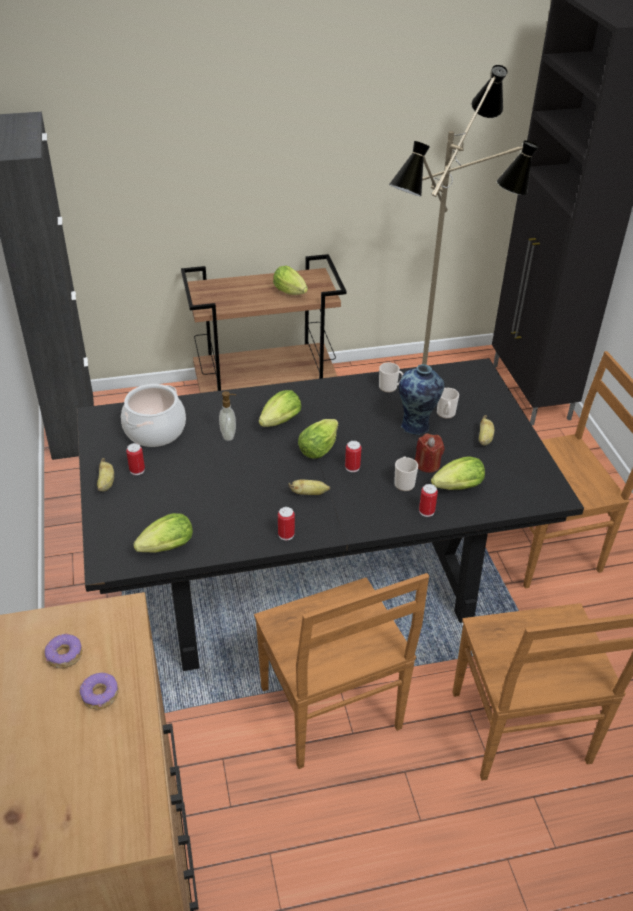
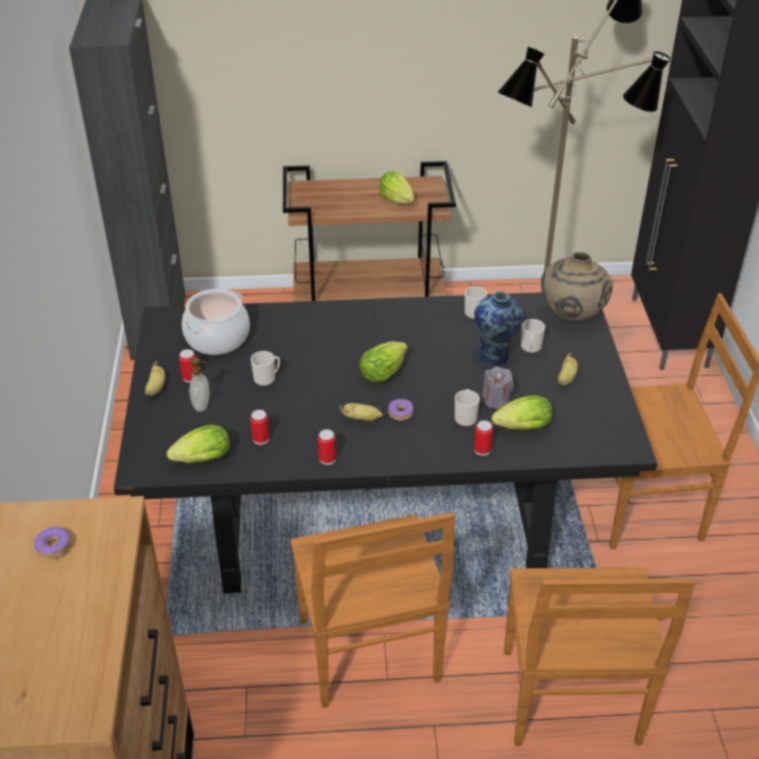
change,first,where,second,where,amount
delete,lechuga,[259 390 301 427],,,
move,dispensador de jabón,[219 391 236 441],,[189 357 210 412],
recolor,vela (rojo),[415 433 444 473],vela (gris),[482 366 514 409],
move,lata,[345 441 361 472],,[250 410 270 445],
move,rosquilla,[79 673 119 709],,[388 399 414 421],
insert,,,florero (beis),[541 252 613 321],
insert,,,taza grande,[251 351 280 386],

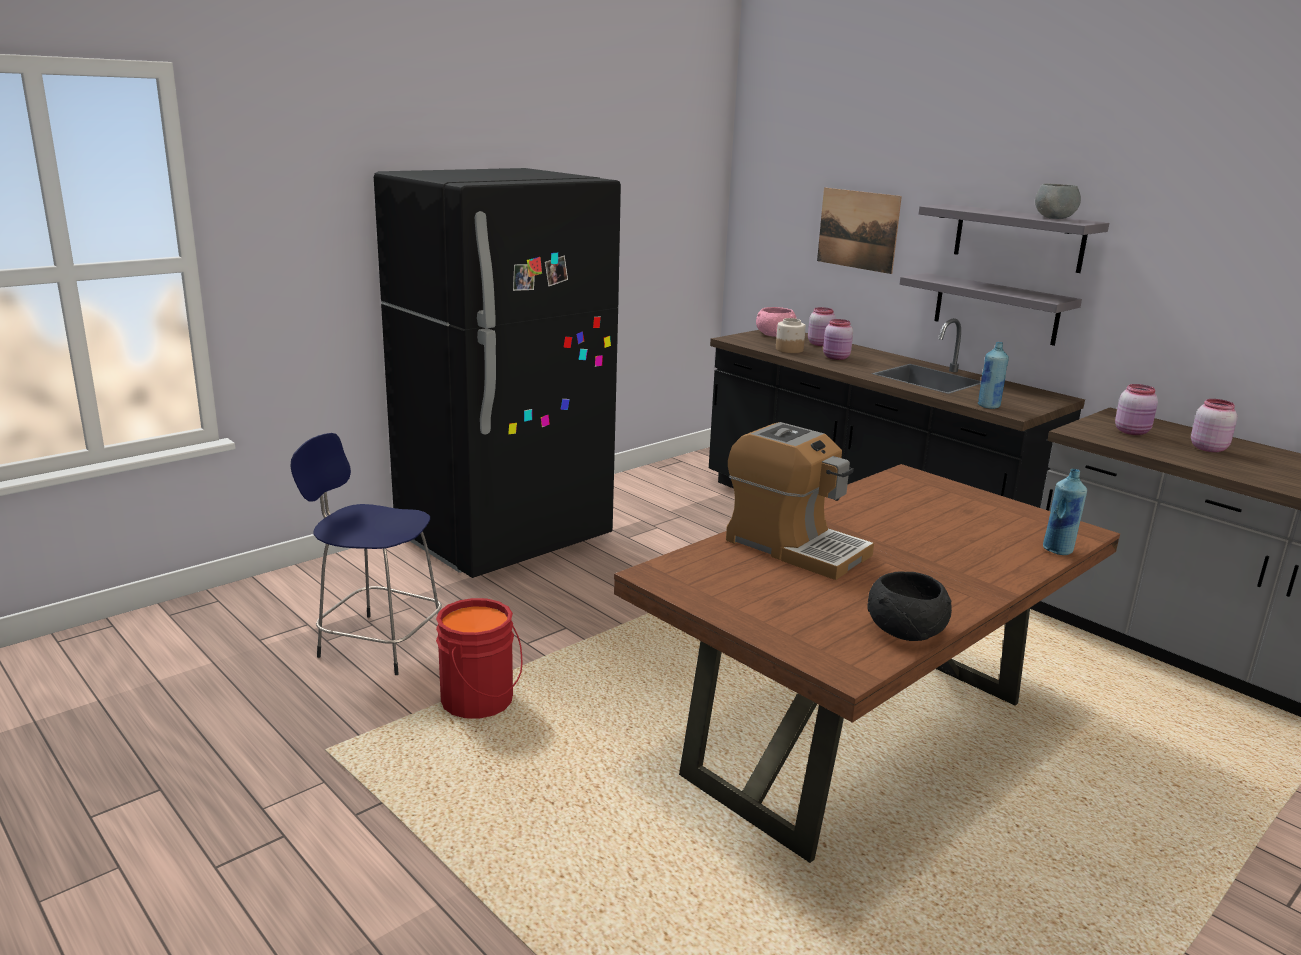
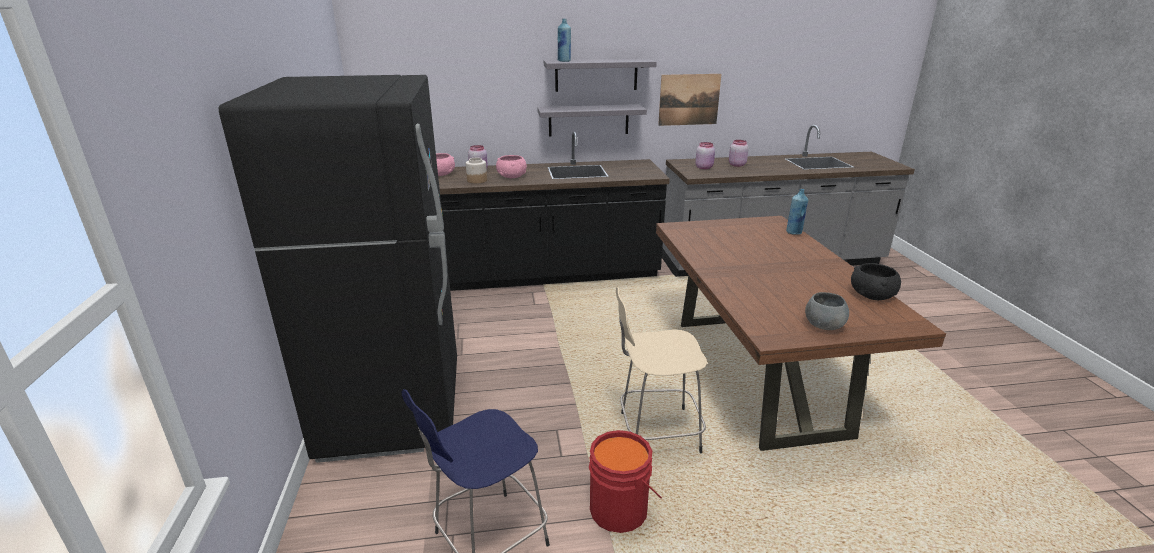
change,first,where,second,where,amount
move,cuenco (gris),[1035 184 1081 219],,[805 292 849 330],
move,cuadro,[817 188 902 274],,[658 74 721 126],
replace,tarro (rosa),[823 319 853 360],cuenco (rosa),[496 155 527 178],
move,botella (azul),[978 342 1009 409],,[557 19 571 62],
delete,cafetera,[726 422 874 580],,,
insert,,,taburete (beis),[616 287 707 453],

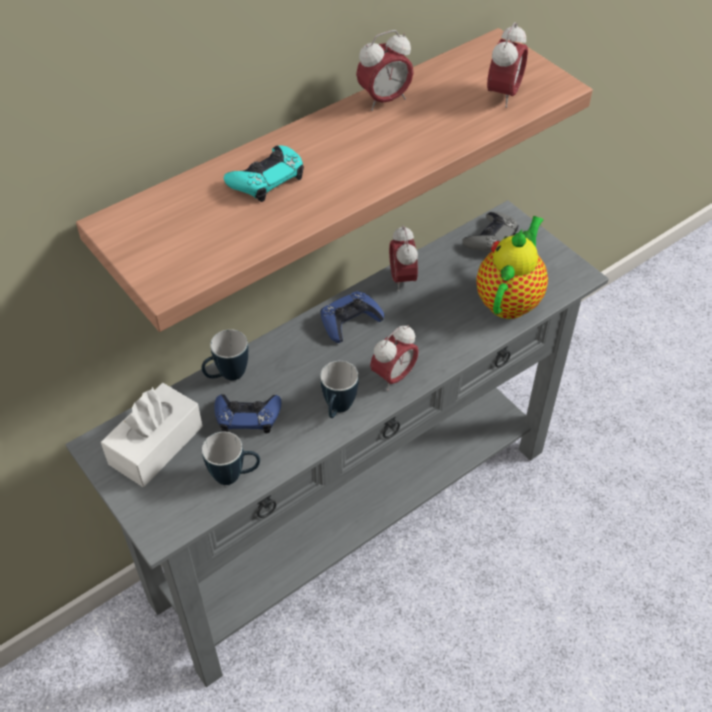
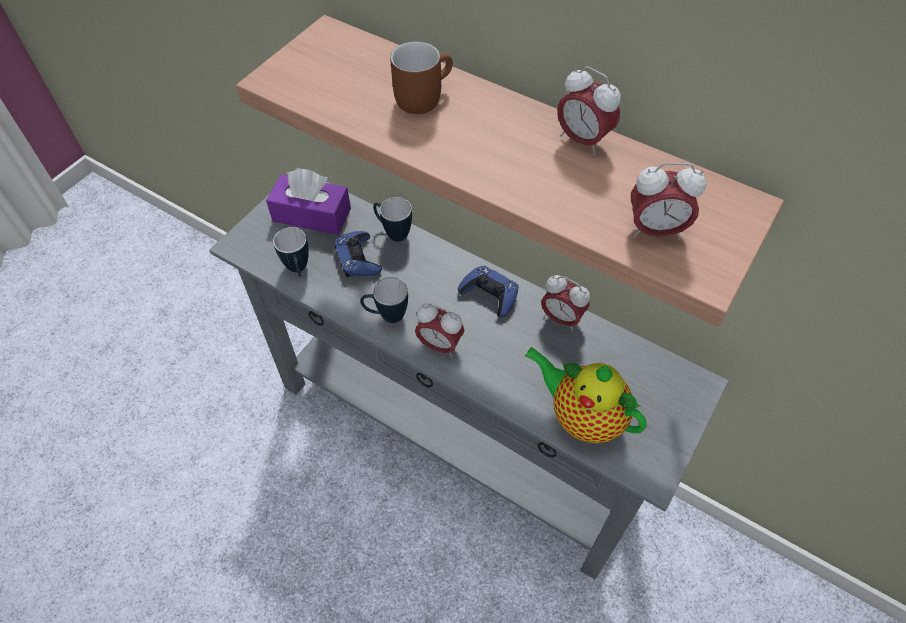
change,first,where,second,where,amount
replace,mando de consola (turquesa),[224 145 304 202],taza grande (marrón),[390 42 453 114],
delete,mando de consola (gris),[462 212 519 253],,,
rotate,tetera,[476 216 548 319],,[525 347 647 443],150 degrees counterclockwise
rotate,despertador,[389 225 418 291],,[541 275 590 331],120 degrees counterclockwise
recolor,caja de pañuelos (blanco),[101 383 203 487],caja de pañuelos (morado),[266 169 351 235],

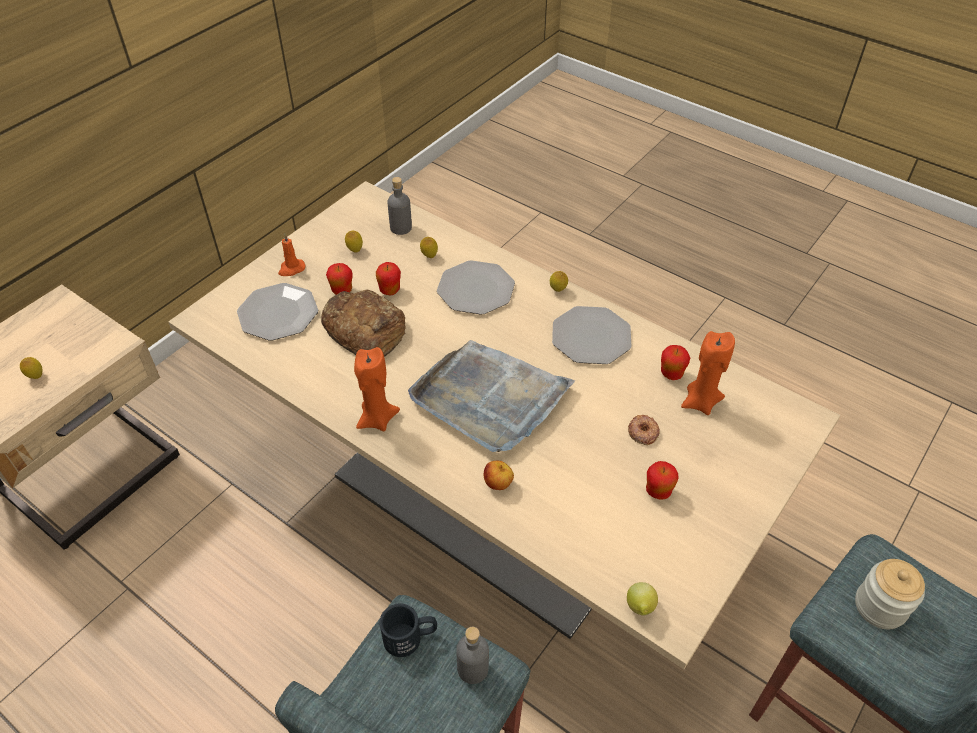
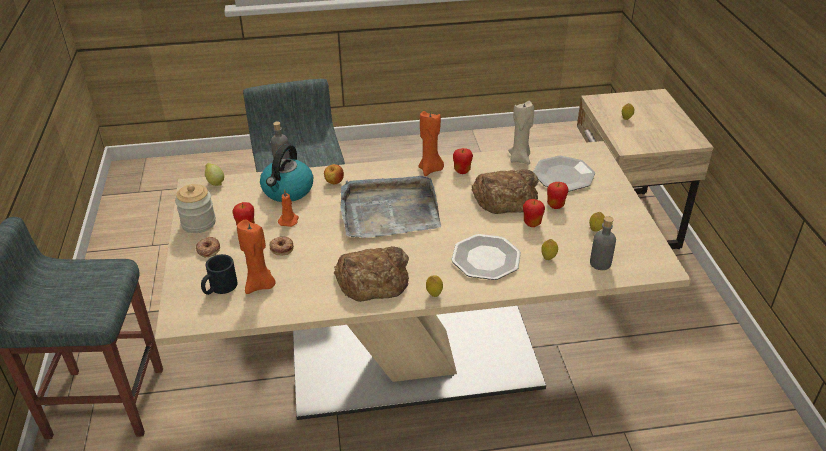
change,first,where,second,where,amount
move,vela (naranja),[278 233 306 276],,[278 189 299 227],
replace,plato,[552 306 632 364],pan,[334 246 409 302],
move,manzana,[661 345 690 380],,[453 148 473 174],
move,tarro,[855 559 925 629],,[175 184 216 233],
move,taza grande (negro),[379 604 437 657],,[201 254 238 295],
insert,,,vela (beis),[508 101 534 164],
insert,,,hervidor,[260 144 313 202],
insert,,,rosquilla,[196 237 220 257],

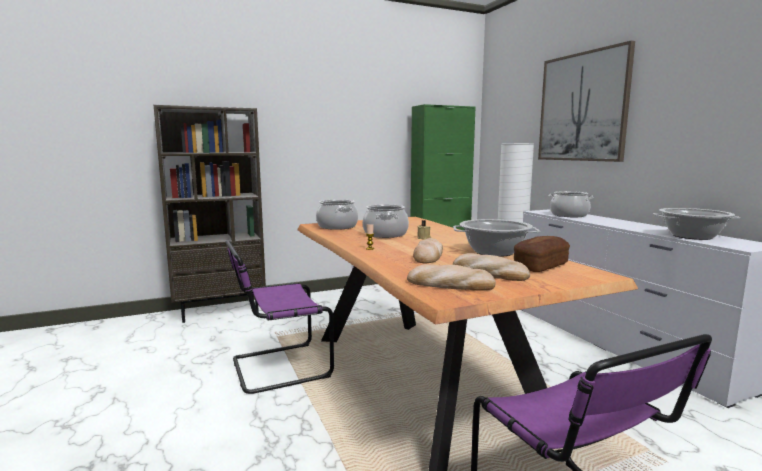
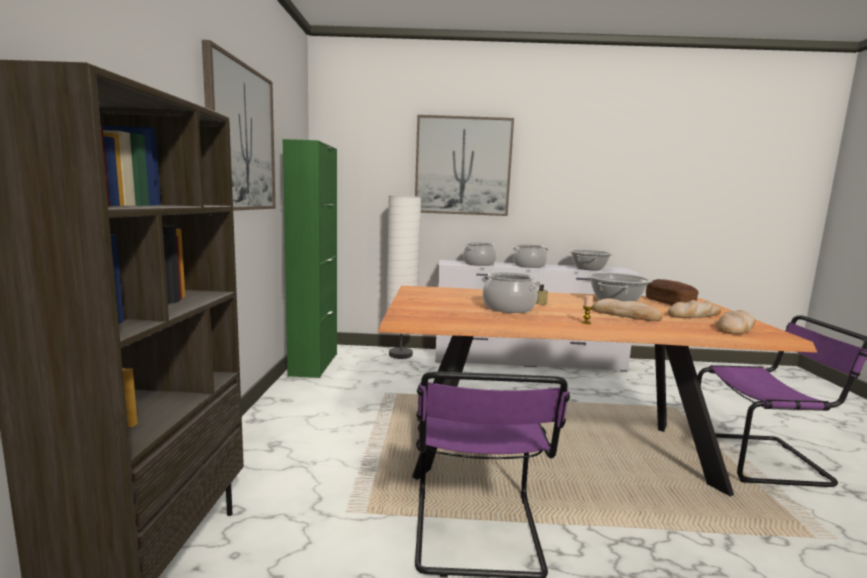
change,first,where,second,where,amount
move,olla,[316 200 358 230],,[512 244 549 268],
insert,,,cuadro,[202 40 276 211],

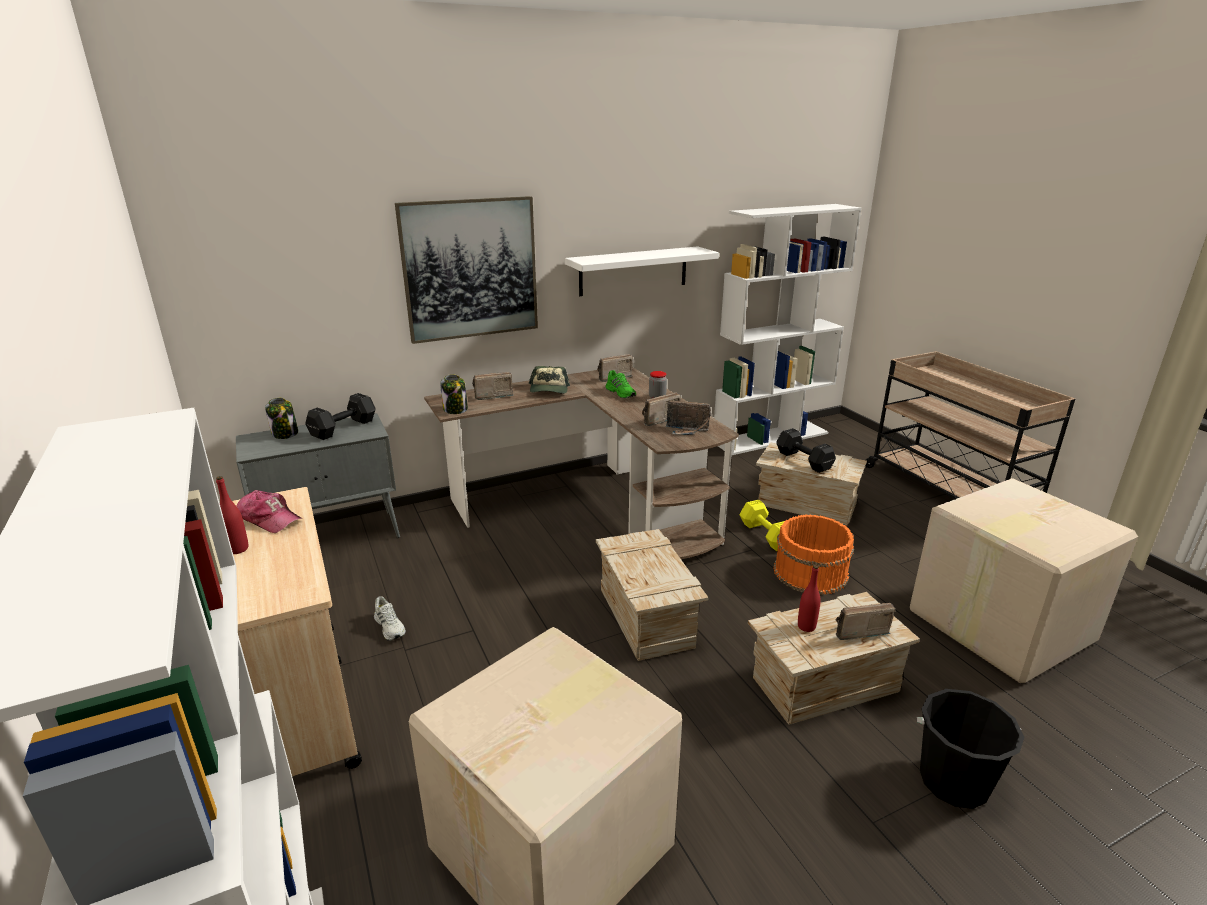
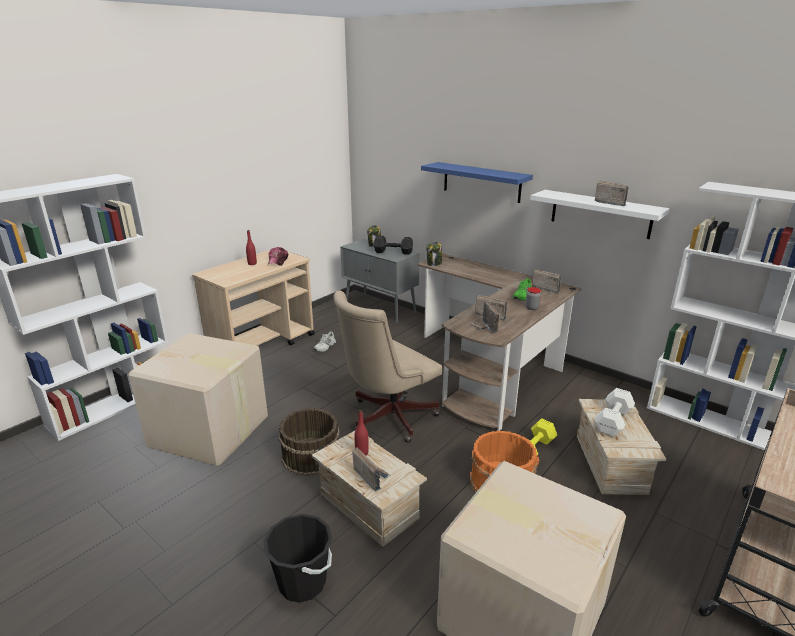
change,first,where,second,where,amount
replace,cuadro,[395 196 538 344],estante (azul),[421 162 533 203],
delete,gorra,[529 366 570 394],,,
move,radio,[472 372 514 400],,[595 181 629 206],
recolor,mancuerna (negro),[776 428 836 473],mancuerna (blanco),[594 388 635 437],
replace,caja de embalaje,[596 529 709 661],silla de oficina (beis),[333 291 442 443],
insert,,,cubo (marrón),[279 408 339 476],

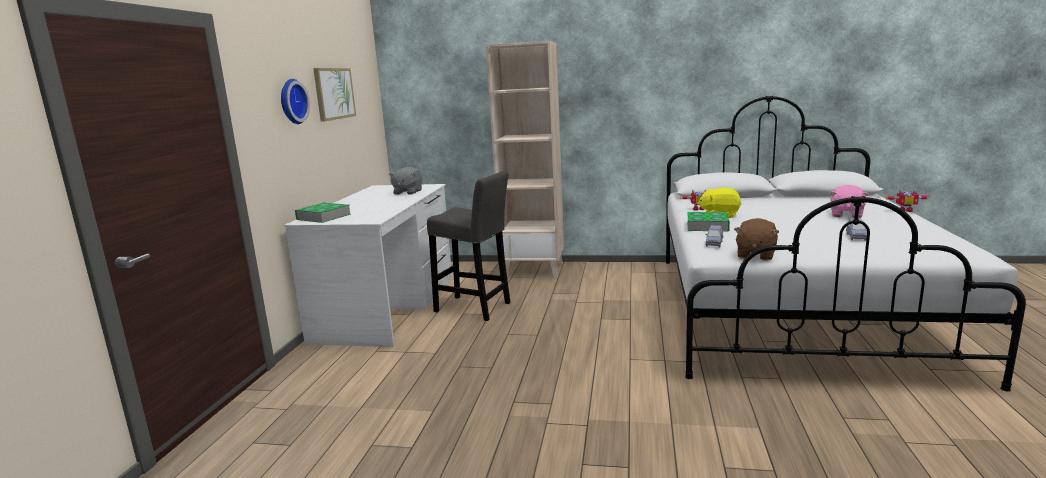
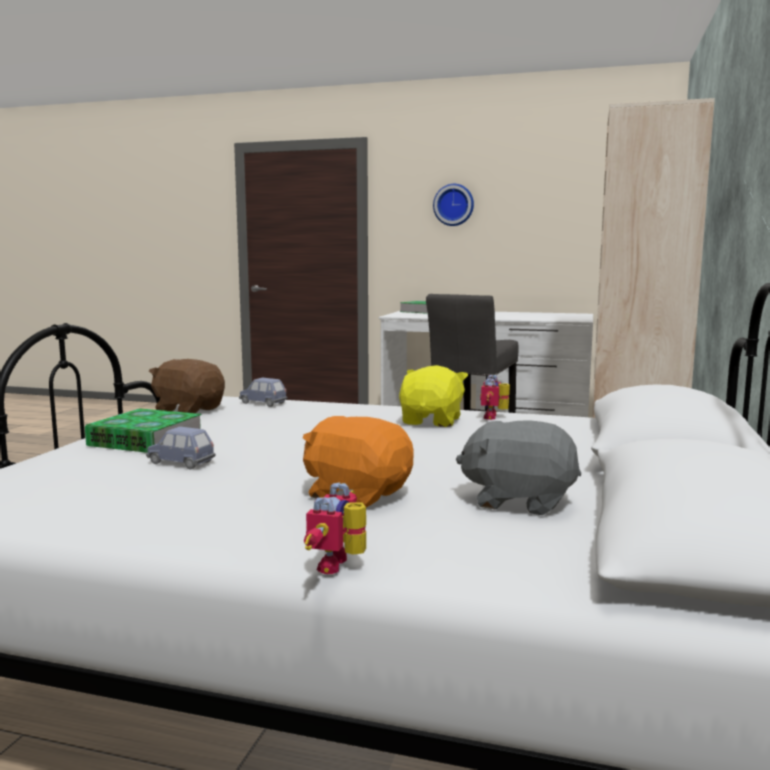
change,first,where,second,where,amount
delete,cuadro,[313 68 356 122],,,
move,peluche (gris),[389 167 422 195],,[456 420 581 515],
recolor,peluche (rosa),[830 185 869 218],peluche (naranja),[303 416 414 507],
move,libro,[687 212 730 231],,[85 408 202 453],

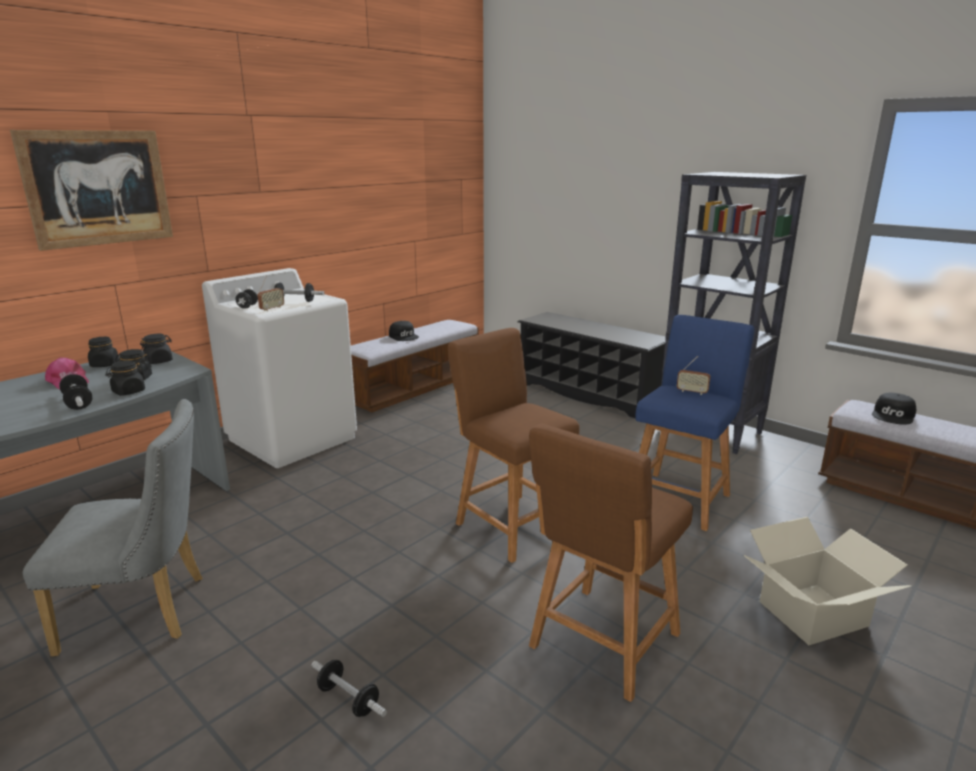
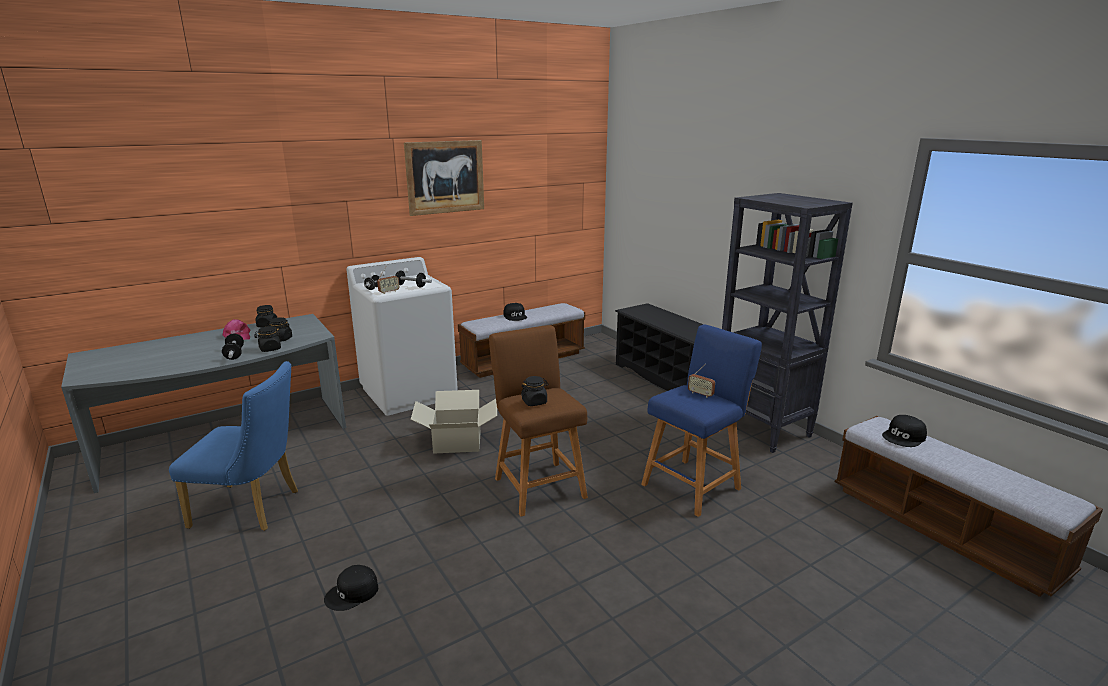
change,first,where,second,where,amount
move,cuadro,[10 130 173 251],,[404 140 484 216],
move,tarro (negro),[140 334 172 364],,[521 376 548 406],
recolor,silla (gris),[23 399 203 657],silla (azul),[169 361 298 531],
delete,taburete (marrón),[529 423 693 702],,,
move,caja de cartón,[743 517 911 645],,[411 390 497 454],
replace,mancuerna,[311 660 387 717],gorra (negro),[324 565 378 611],

